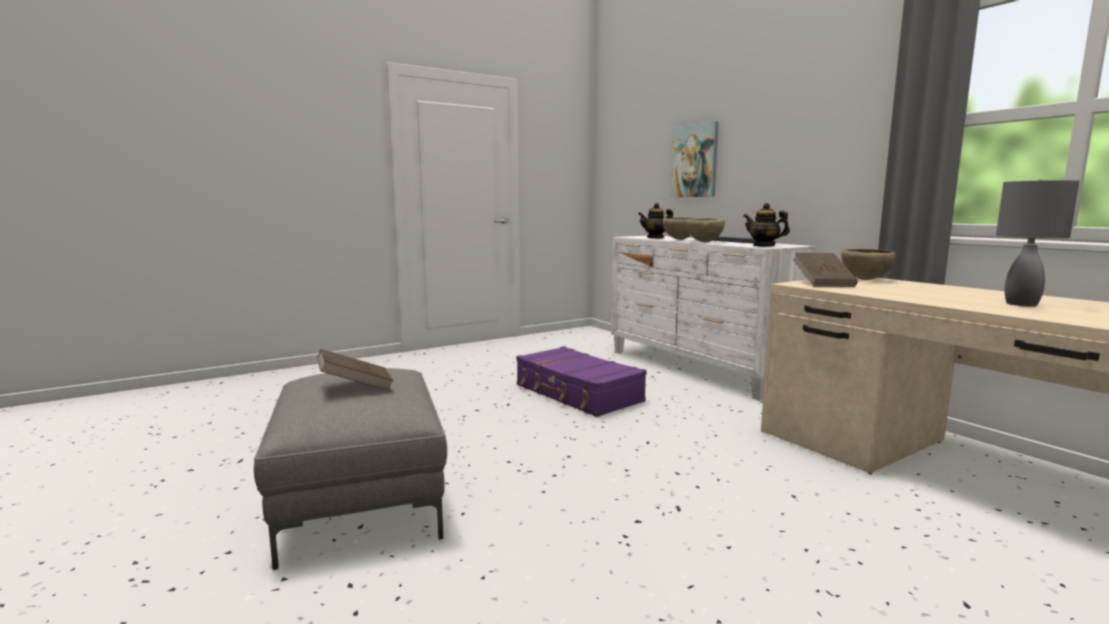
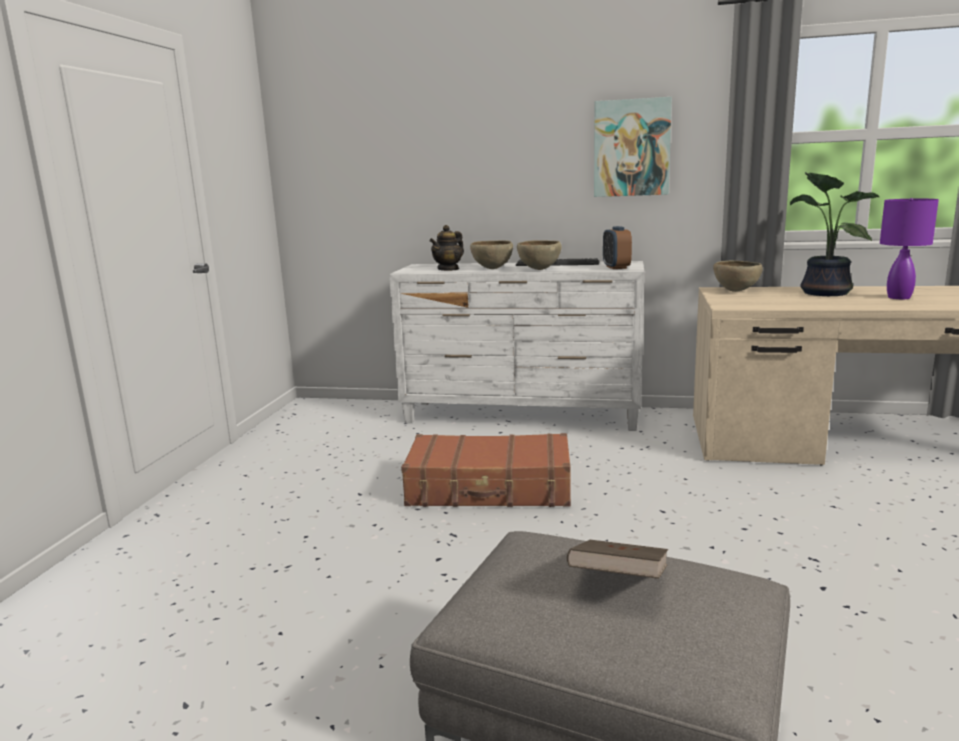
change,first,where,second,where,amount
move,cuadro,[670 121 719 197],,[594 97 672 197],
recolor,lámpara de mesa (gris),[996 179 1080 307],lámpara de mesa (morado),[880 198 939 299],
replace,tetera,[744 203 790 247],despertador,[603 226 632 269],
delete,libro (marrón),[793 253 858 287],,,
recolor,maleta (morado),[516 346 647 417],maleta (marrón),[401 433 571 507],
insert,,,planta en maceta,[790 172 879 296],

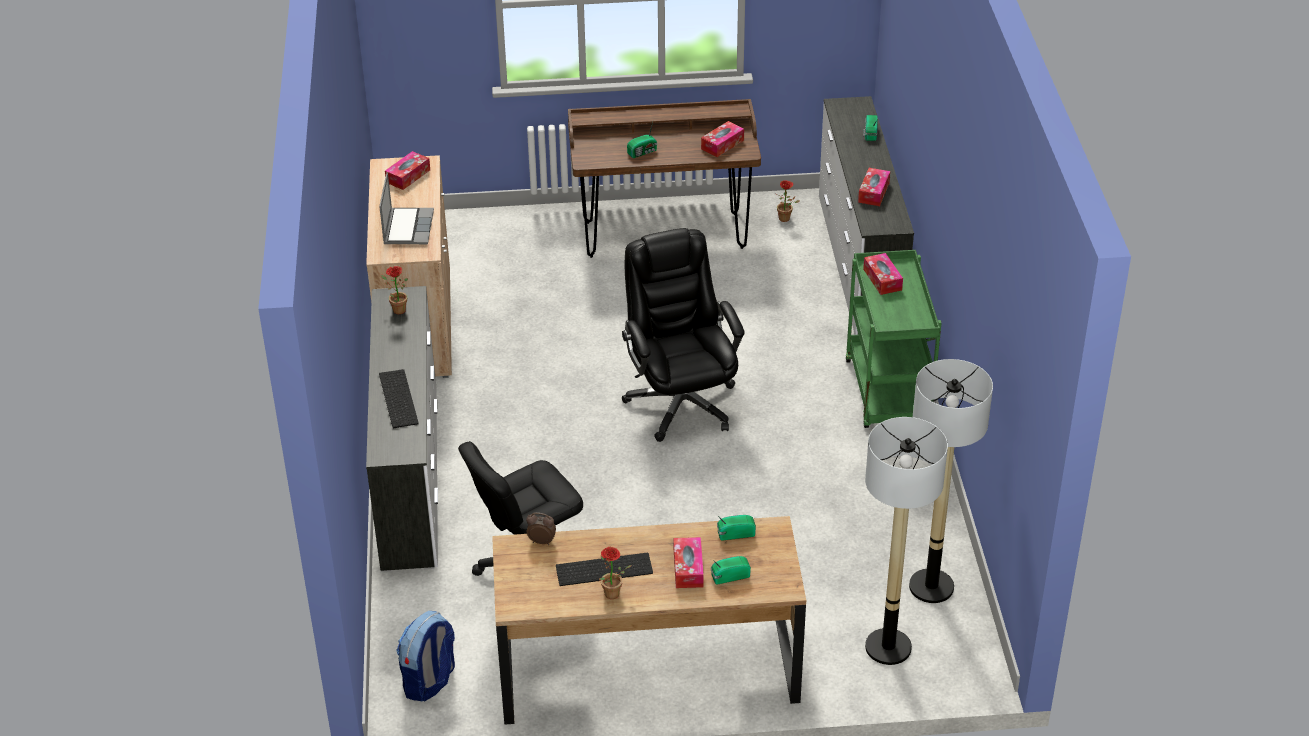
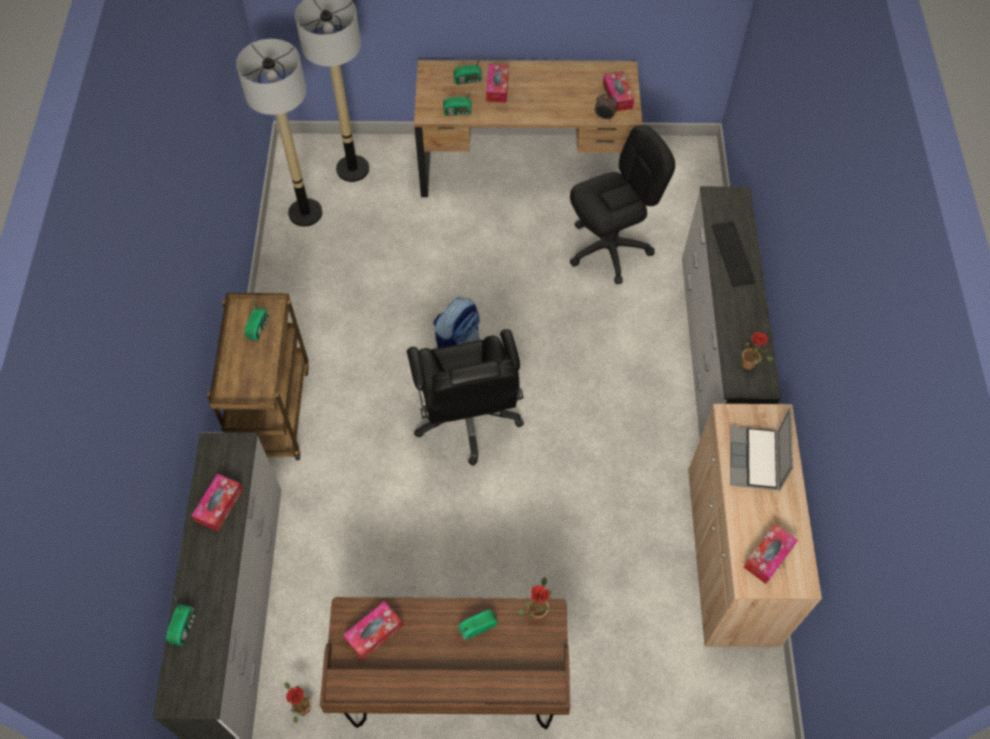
change,first,where,second,where,amount
recolor,carrito (verde),[845 250 942 428],carrito (marrón),[207 293 309 460],
move,caja de pañuelos,[863 253 903 295],,[603 72 634 112],
move,planta en maceta,[599 547 632 599],,[518 577 552 620],
delete,teclado,[556 553 653 586],,,
move,mochila,[396 611 455 701],,[433 297 480 348],
insert,,,radio,[245 296 270 341],

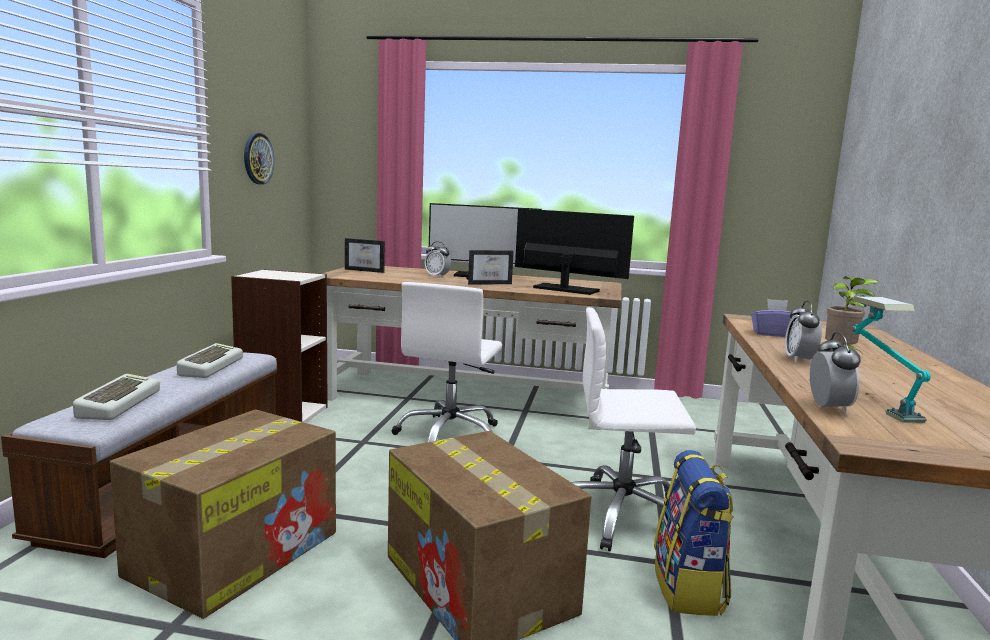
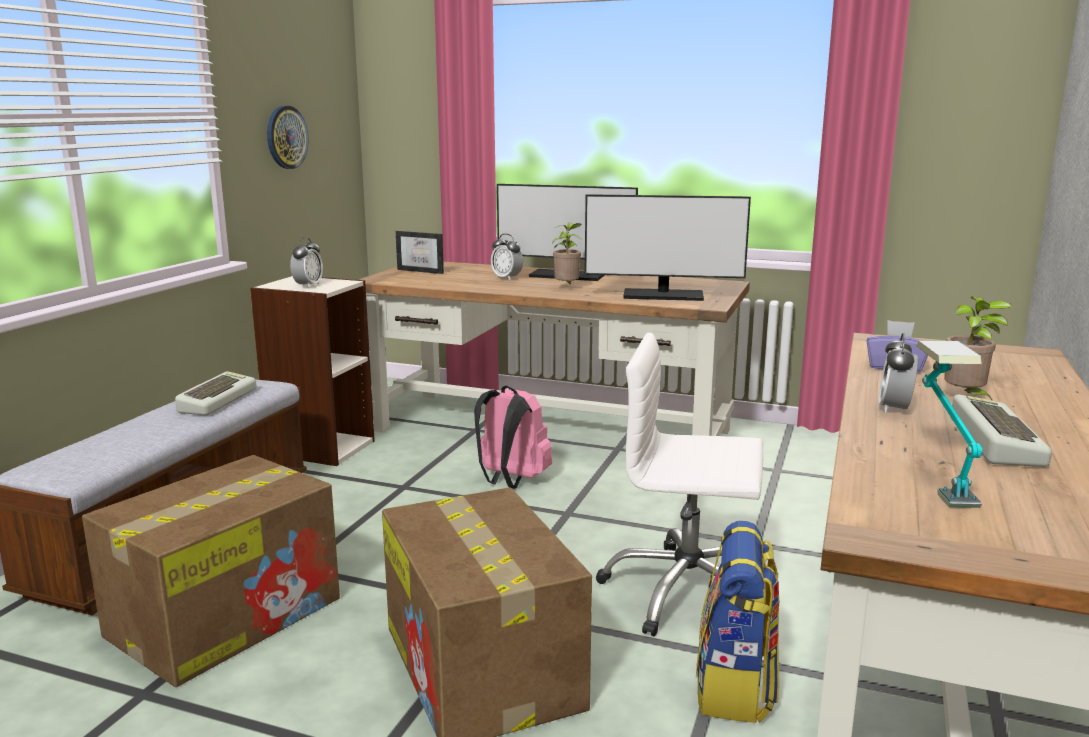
change,first,where,second,where,amount
rotate,monitor,[515 208 634 295],,[585 194 751 301],150 degrees clockwise
replace,portarretratos,[466 250 514 285],planta en maceta,[552 223 582 285],
replace,silla de oficina (blanco),[392 282 502 442],mochila (rosa),[474 385 552 489],
move,despertador,[810 332 861 415],,[290 237 323 288],
move,teclado,[73 374 160 420],,[952 394 1052 467],

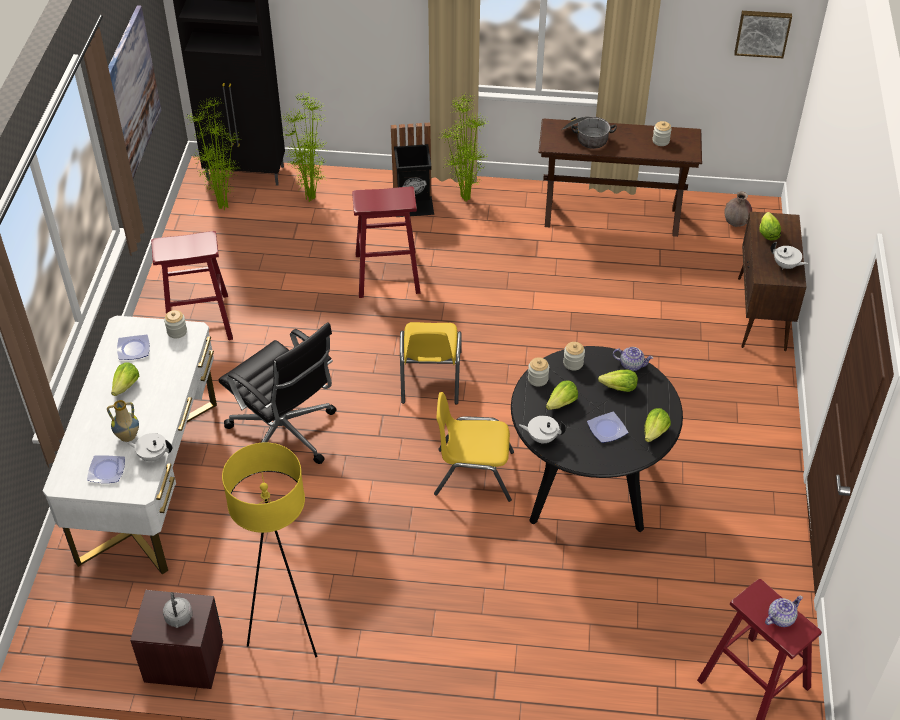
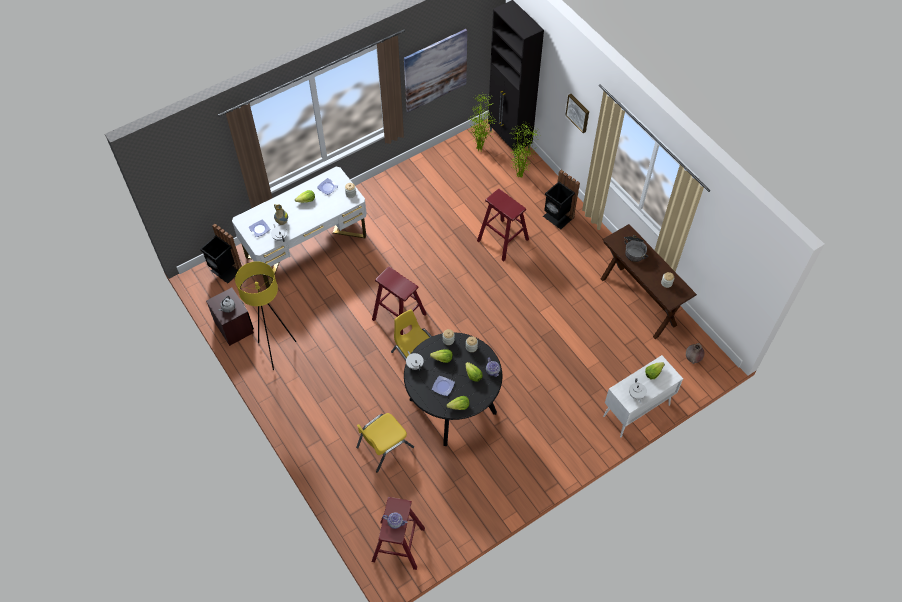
change,first,where,second,where,amount
move,cuadro,[734 11 792 58],,[565 94 589 133],
delete,planta en maceta,[439 94 489 202],,,
recolor,armario (marrón),[738 211 806 351],armario (blanco),[603 355 683 437],
move,taburete (rojo),[151 231 233 340],,[372 267 427 335],
delete,silla de oficina (negro),[219 322 337 464],,,
move,silla (amarillo),[400 322 462 404],,[356 413 414 473],
insert,,,papelera (negro),[200 223 242 283],

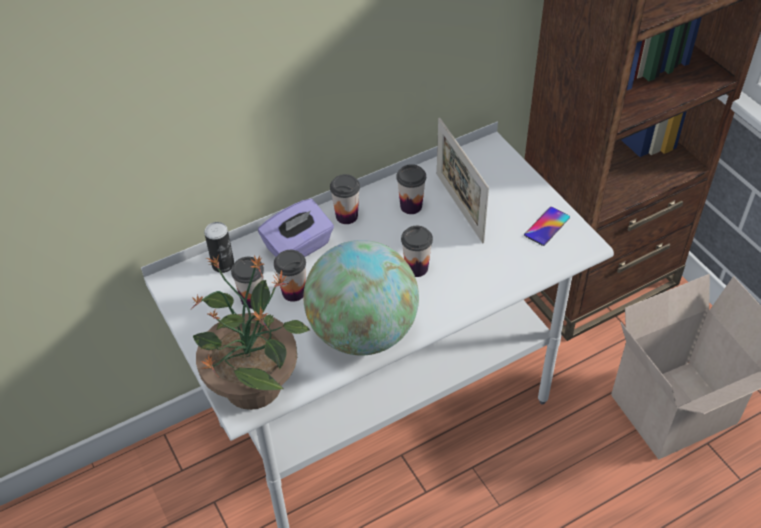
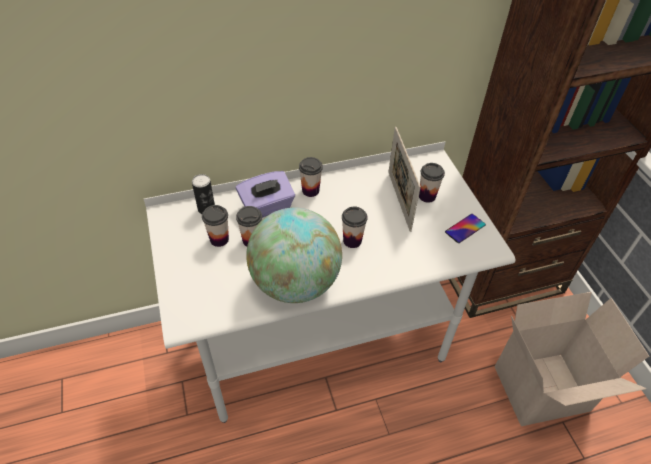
change,first,where,second,where,amount
move,taza,[396 164 426 214],,[419 163 445 203],
delete,planta en maceta,[190 254 310 410],,,

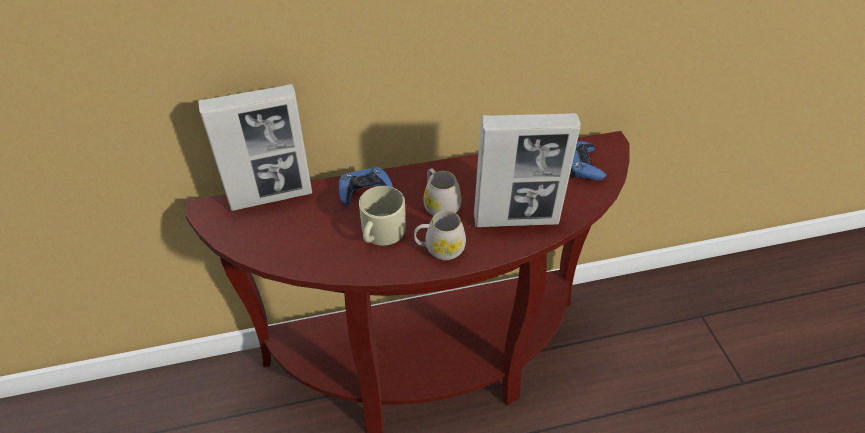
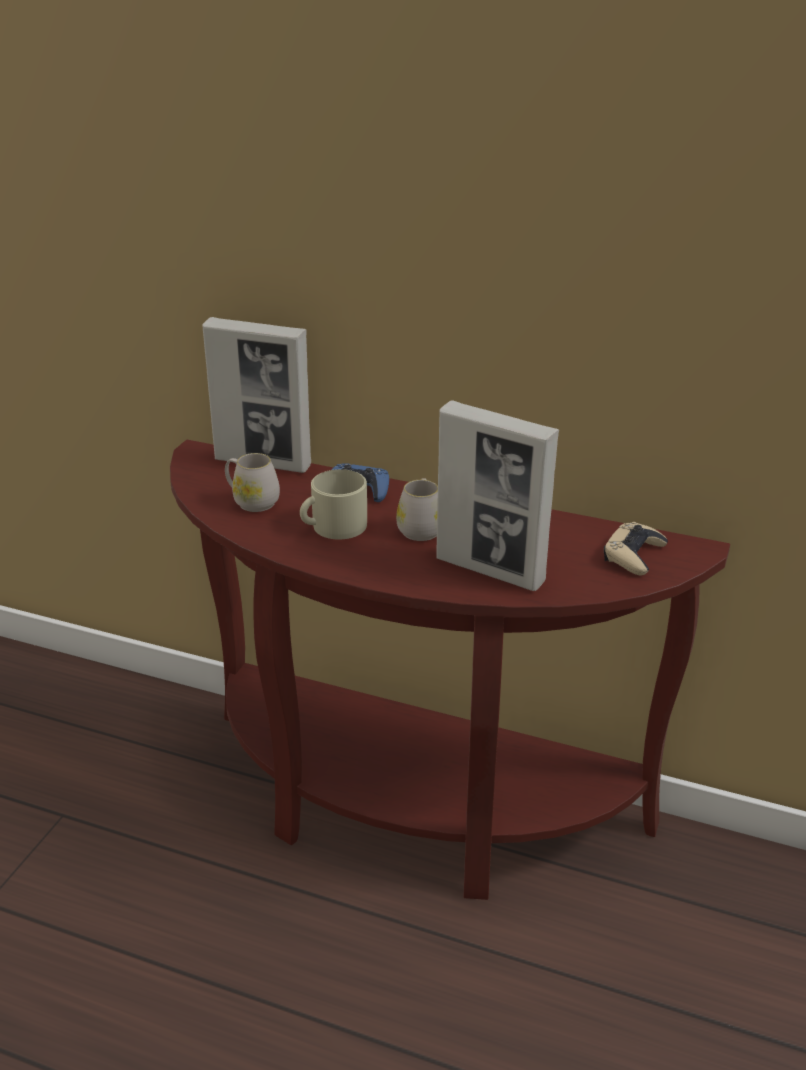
change,first,where,second,where,amount
recolor,mando de consola (azul),[571 141 606 181],mando de consola (beis),[604 522 668 575],
move,taza grande (blanco),[414 211 466 260],,[225 453 280 512],

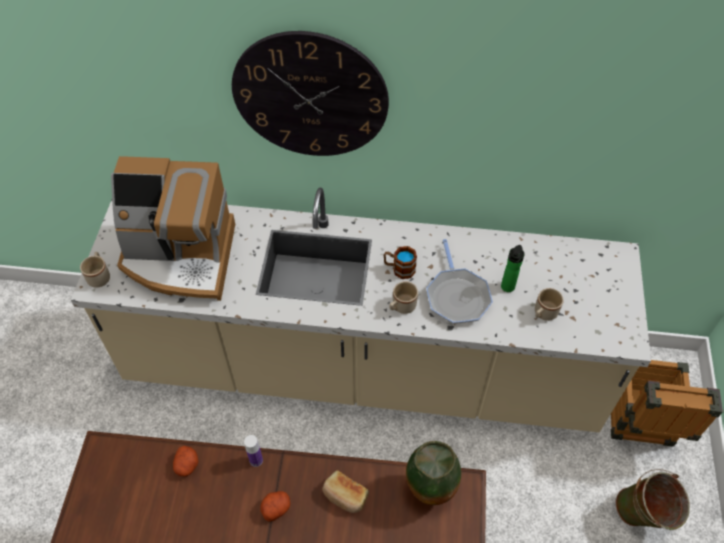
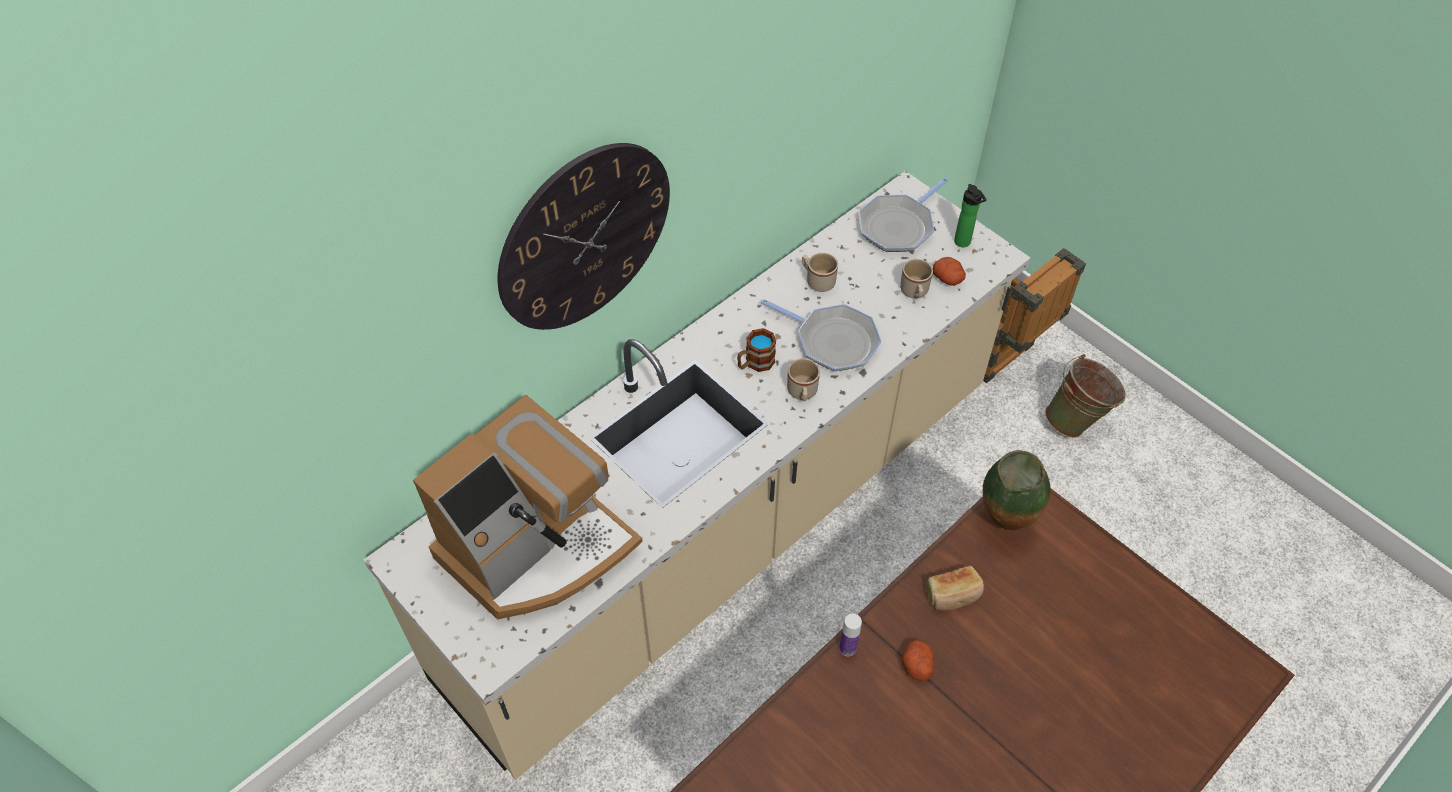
change,first,where,second,where,amount
move,botella,[501 245 525 292],,[954 184 987 247],
move,taza grande (beis),[80 252 110 288],,[802 253 838 292],
move,patata,[173 446 199 476],,[933 257 966 286],
insert,,,sartén,[859 178 948 252],

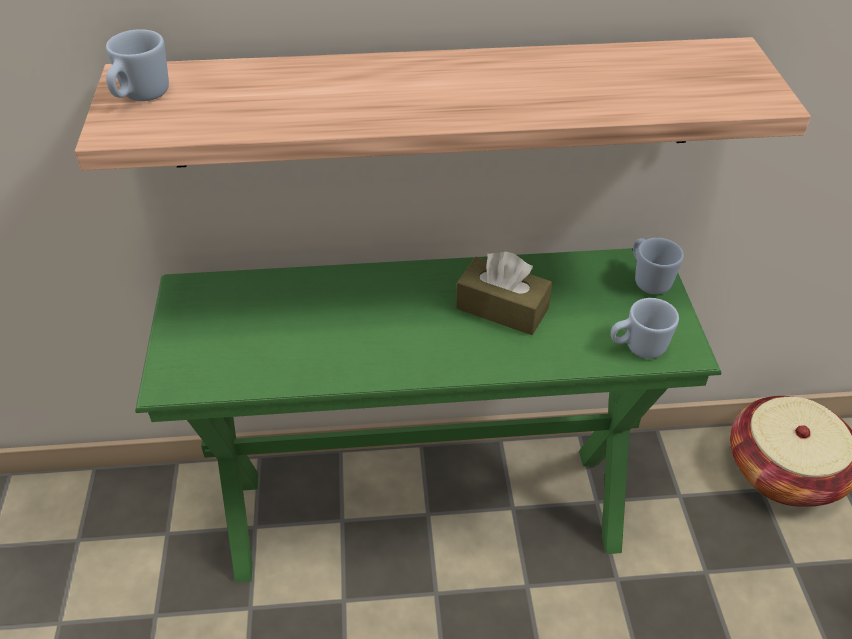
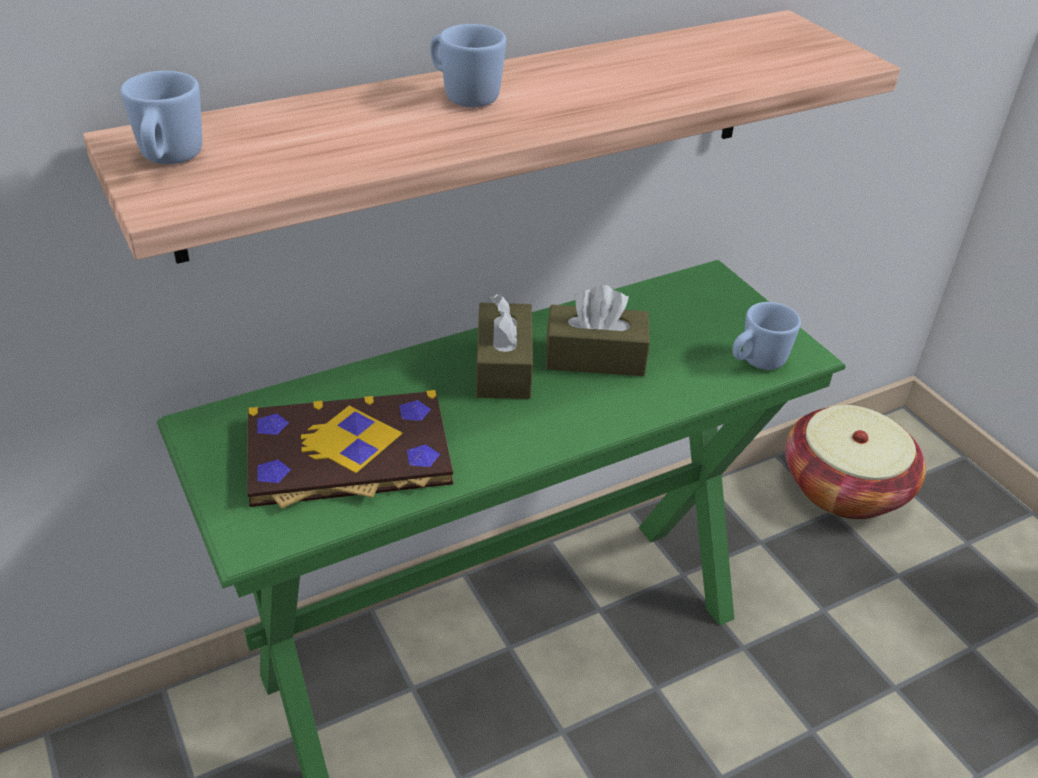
change,first,where,second,where,amount
move,taza grande (azul),[633 238 684 294],,[430 24 506 107],
insert,,,caja de pañuelos (marrón),[476 294 533 399],
insert,,,libro,[247 390 453 509],

